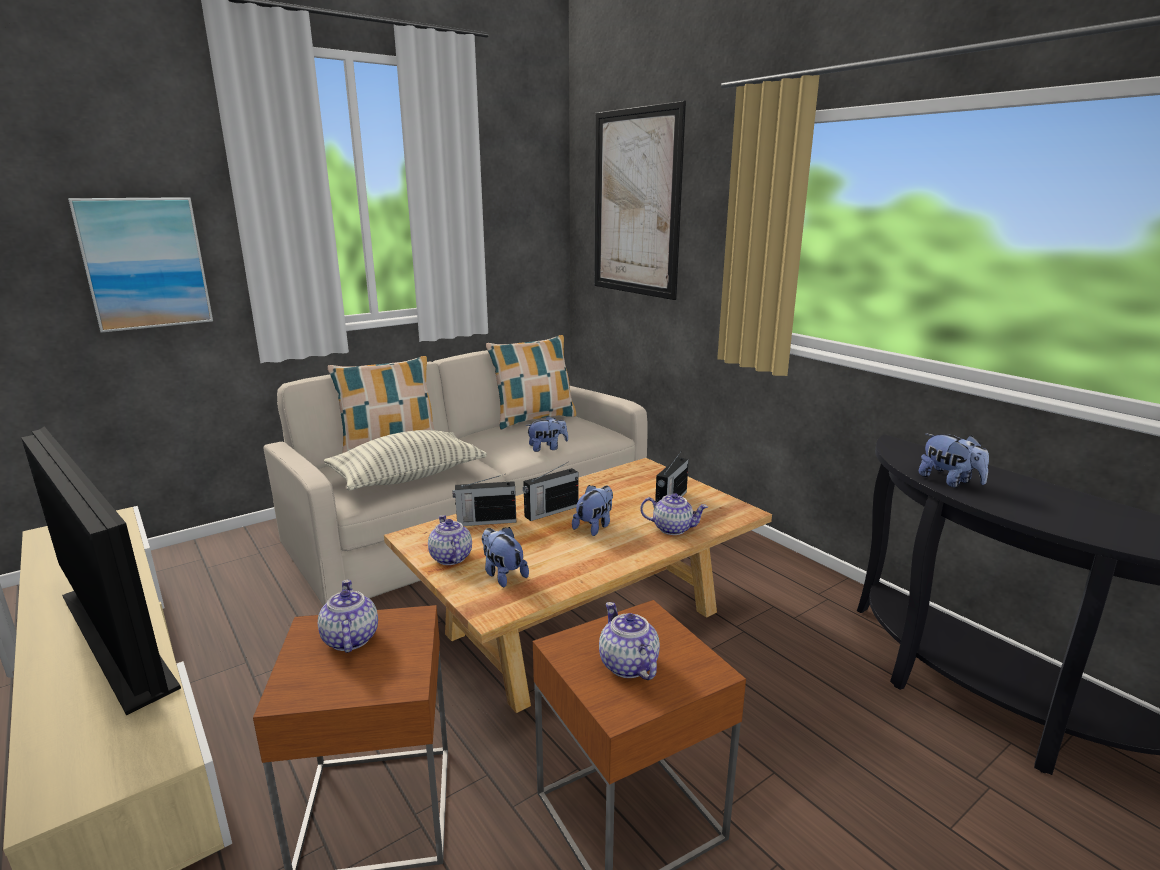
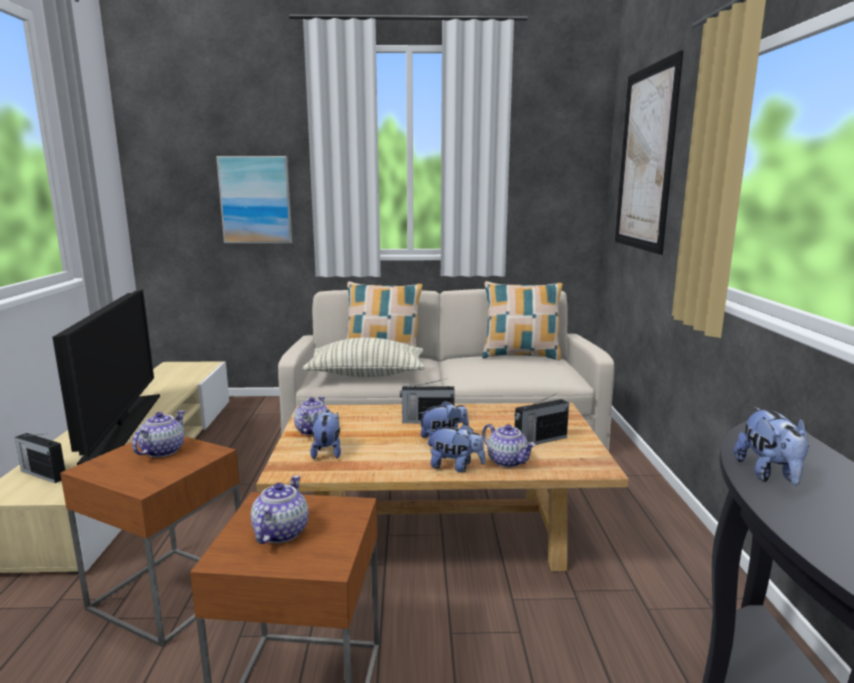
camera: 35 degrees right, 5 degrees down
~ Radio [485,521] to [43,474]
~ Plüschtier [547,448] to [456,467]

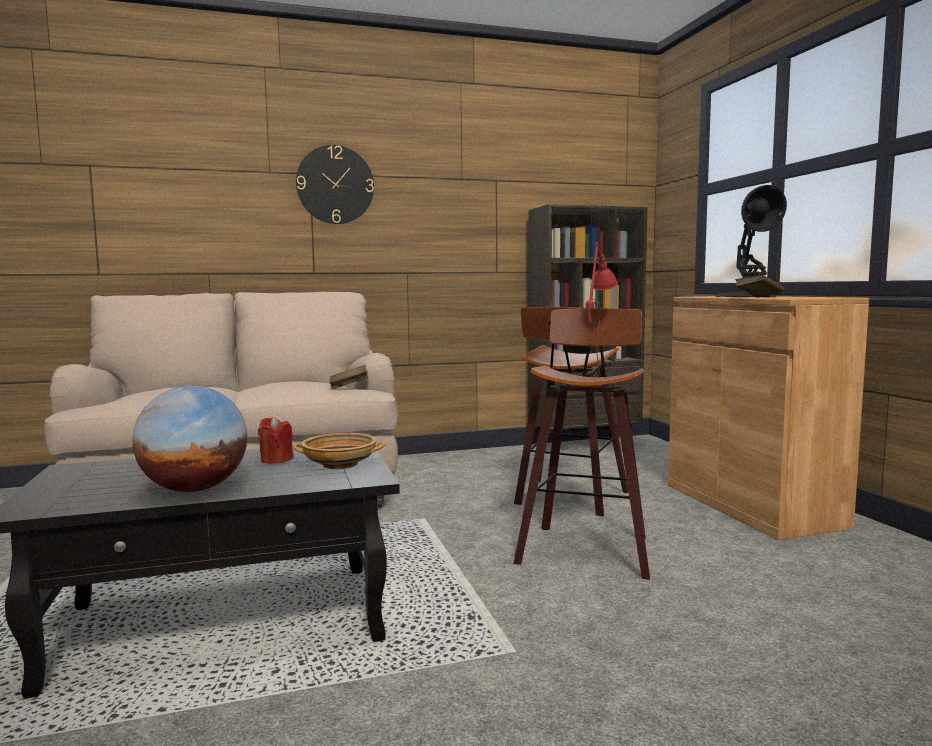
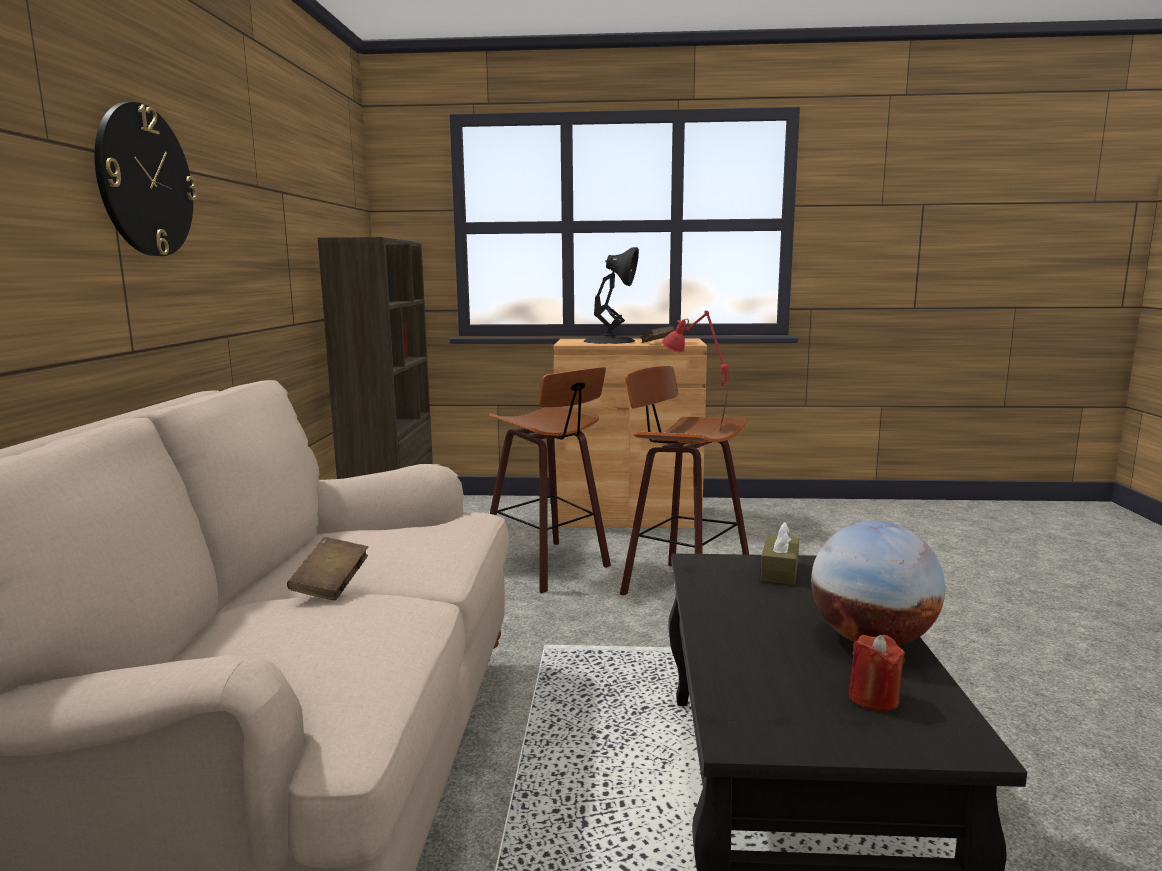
camera: 70 degrees left, 5 degrees up
~ Kerze/rot [276,459] to [873,698]
~ Buch/braun [349,387] to [331,586]
~ Schüssel/beige [340,464] to Taschentuchbox/braun [779,571]

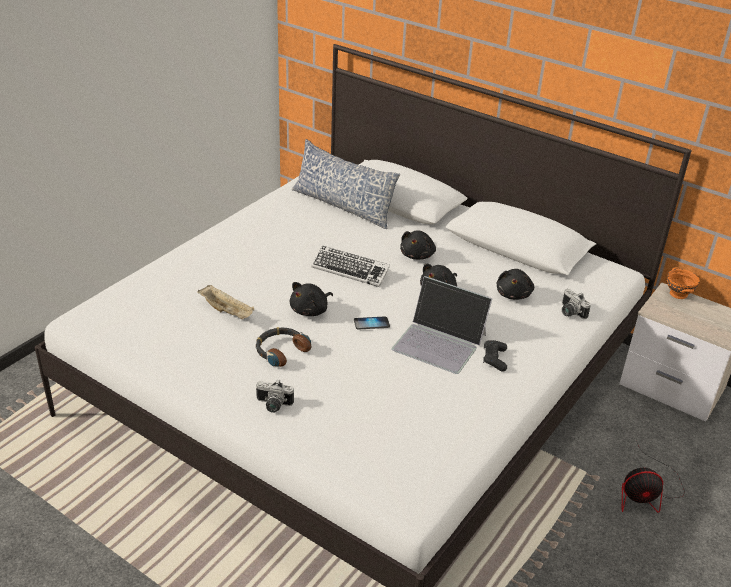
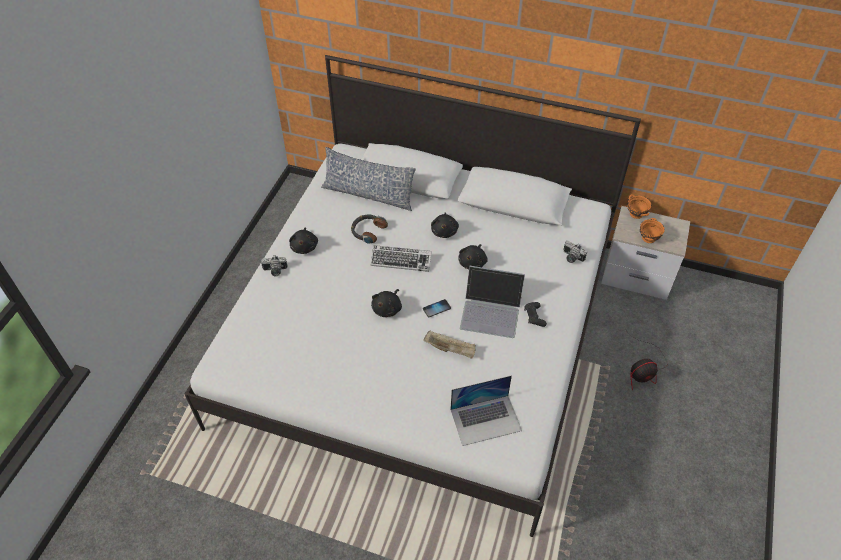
camera: 15 degrees left, 15 degrees up
+ Laptop [486,420]
+ Schüssel/orange [648,238]
~ Tablett/beige [227,311] to [450,349]
~ Kopfhörer [281,350] to [368,231]
~ Kamera [273,405] to [275,271]
~ Plüschtier/schwarz [513,294] to [304,246]

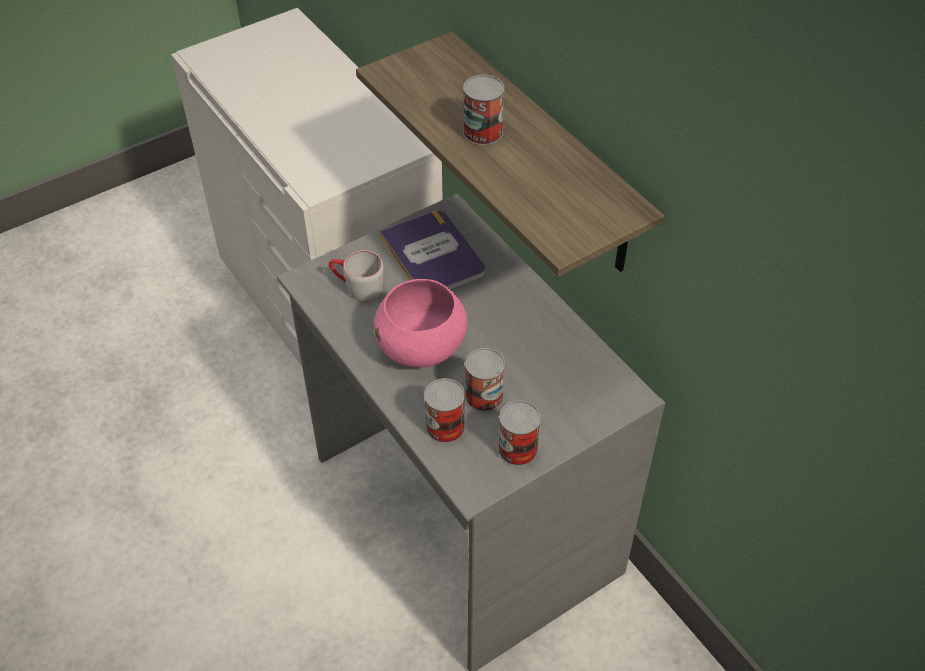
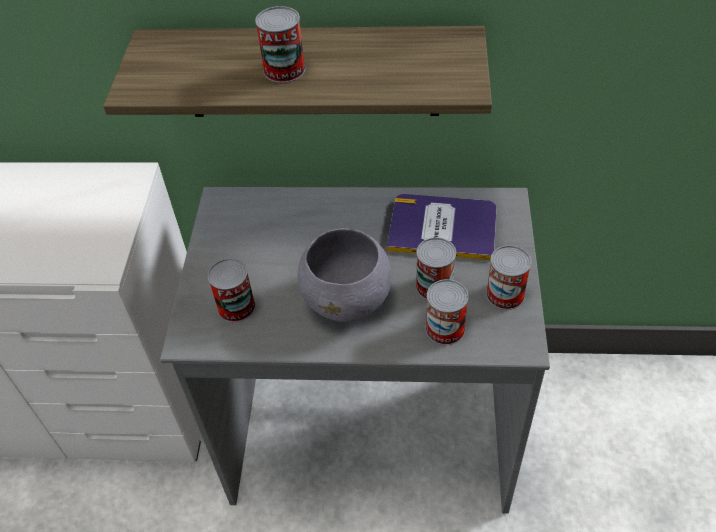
camera: 50 degrees left, 0 degrees up
~ Buch [433,255] to [442,228]
~ Henkelbecher/grau [357,287] to Dose [236,307]
~ Schüssel/rosa [422,348] to Schüssel/grau [348,298]

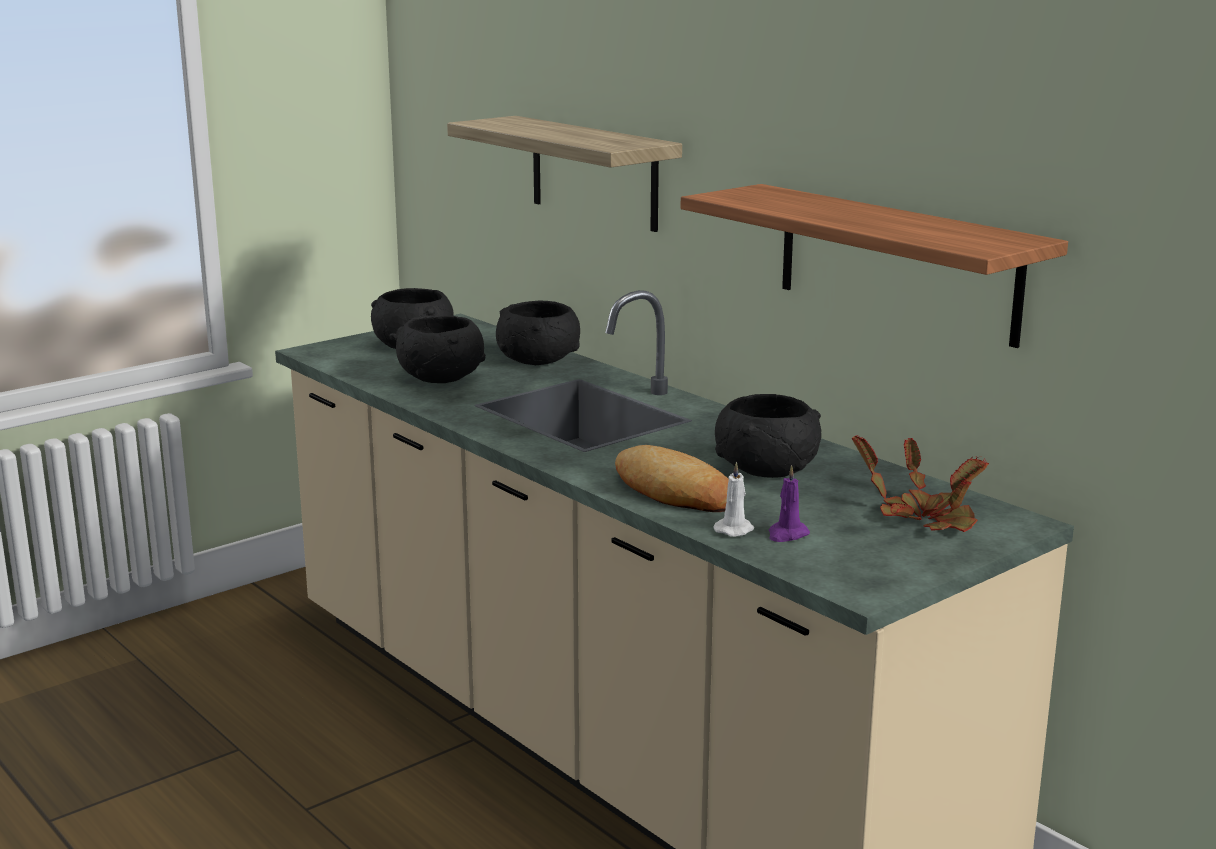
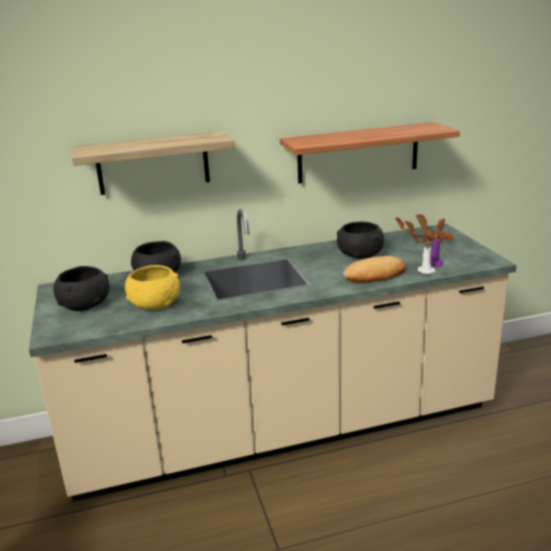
camera: 65 degrees left, 5 degrees up
~ Schüssel/schwarz [441,376] to Schüssel/gelb [155,303]

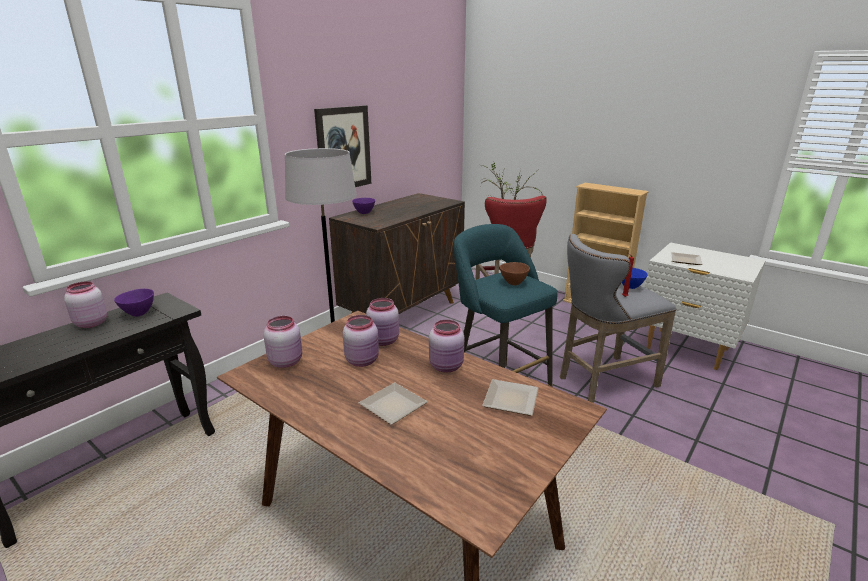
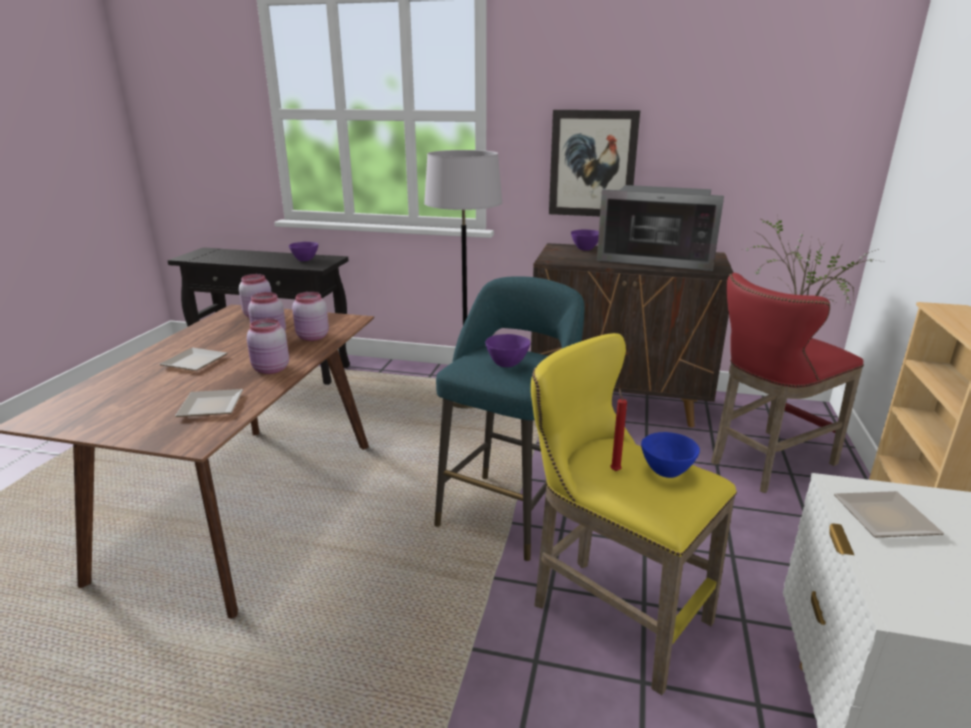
camera: 65 degrees right, 0 degrees up
- Vorratsglas/rosa [90,323]
+ Mikrowelle [656,258]
~ Schüssel/braun [513,283] to Schüssel/lila [507,364]
~ Hocker/grau [602,381] to Hocker/gelb [611,611]

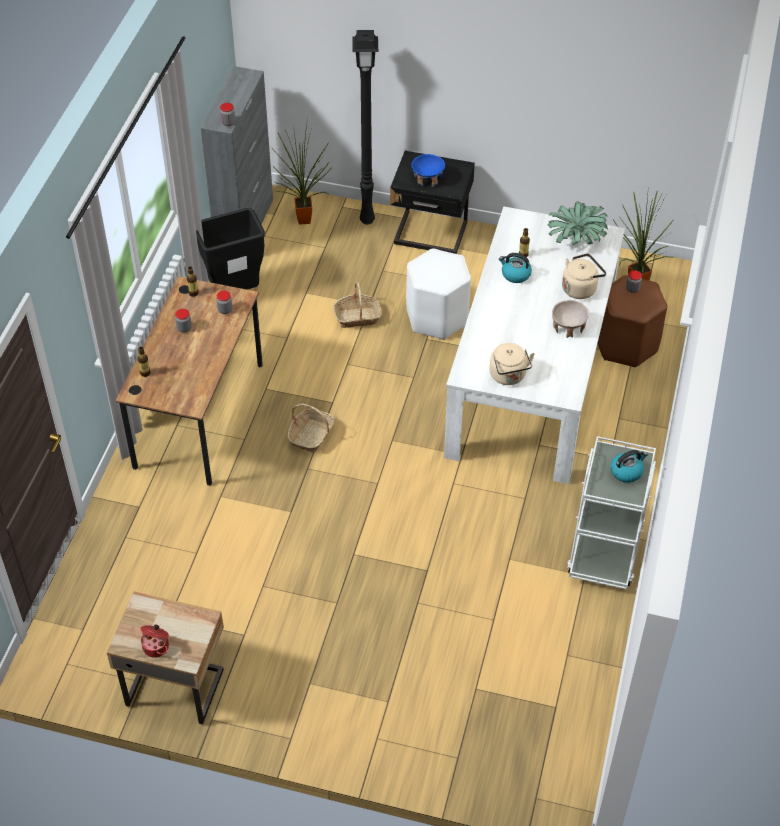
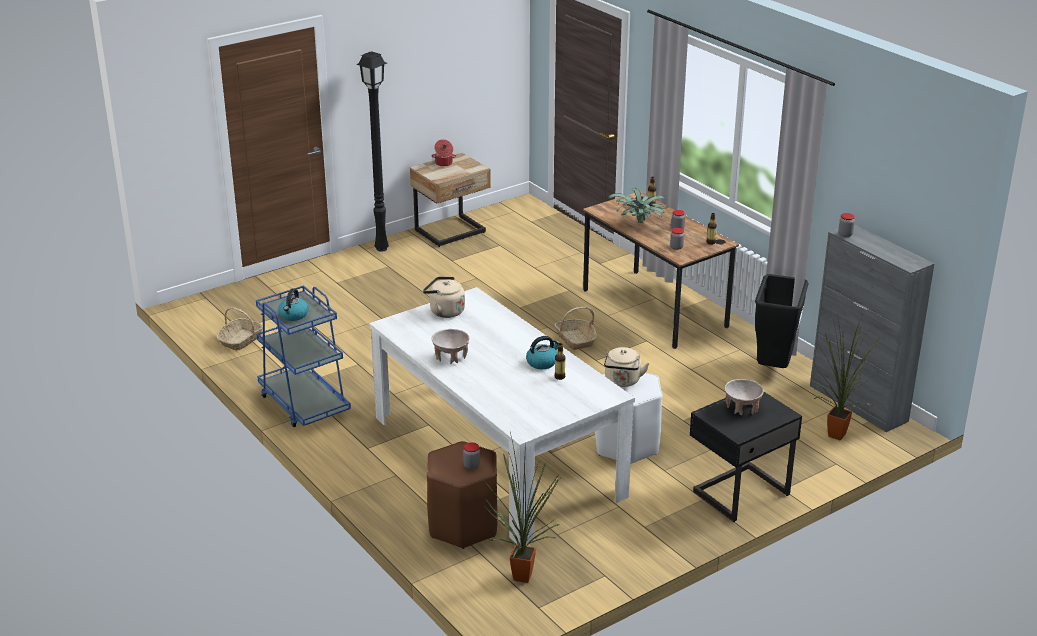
camera: 130 degrees right, 20 degrees down
~ Korb [357,317] to [240,340]
~ Stehlampe/schwarz [368,221] to [380,249]
~ Topfpflanze [575,241] to [640,224]
~ Wasserkessel/beige [580,288] to [622,381]
~ Schüssel/blau [427,179] to Schüssel/beige [742,408]
~ Rollwagen/weiß [605,547] to Rollwagen/blau [304,404]

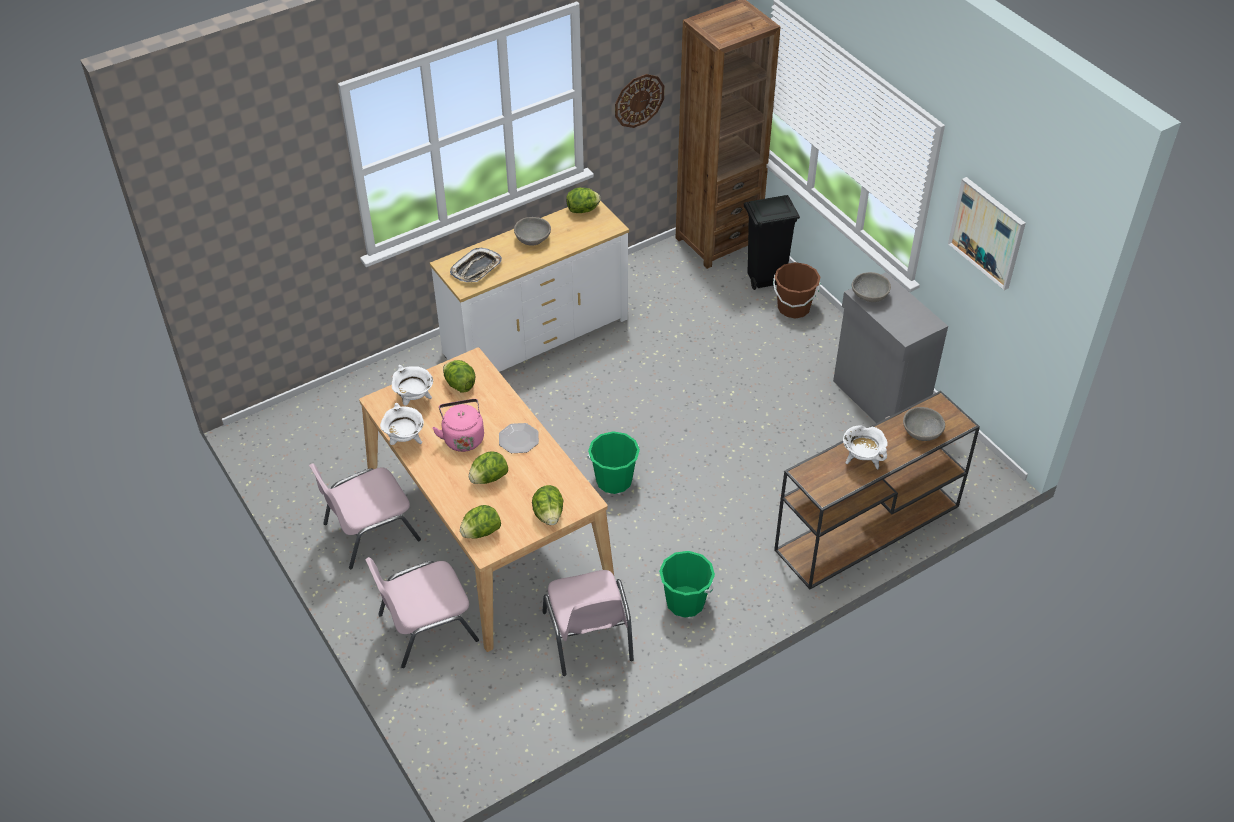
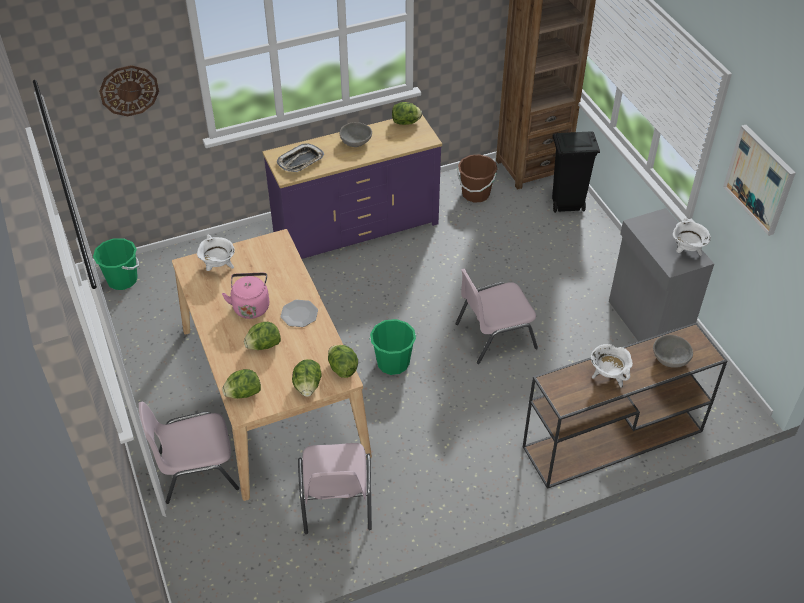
camera: 10 degrees right, 0 degrees up
- Schüssel/grau [869,296]
~ Stuhl/rosa [369,531] to [494,335]
~ Kochtopf/weiß [405,440] to [686,251]
~ Salatkopf [459,385] to [342,368]
~ Wanduhr [639,100] to [129,90]
~ Eimer/grün [685,602] to [122,280]
~ Eimer/braun [793,308] to [475,194]
~ Kommode/weiß [535,336] to Kommode/lila [356,228]

